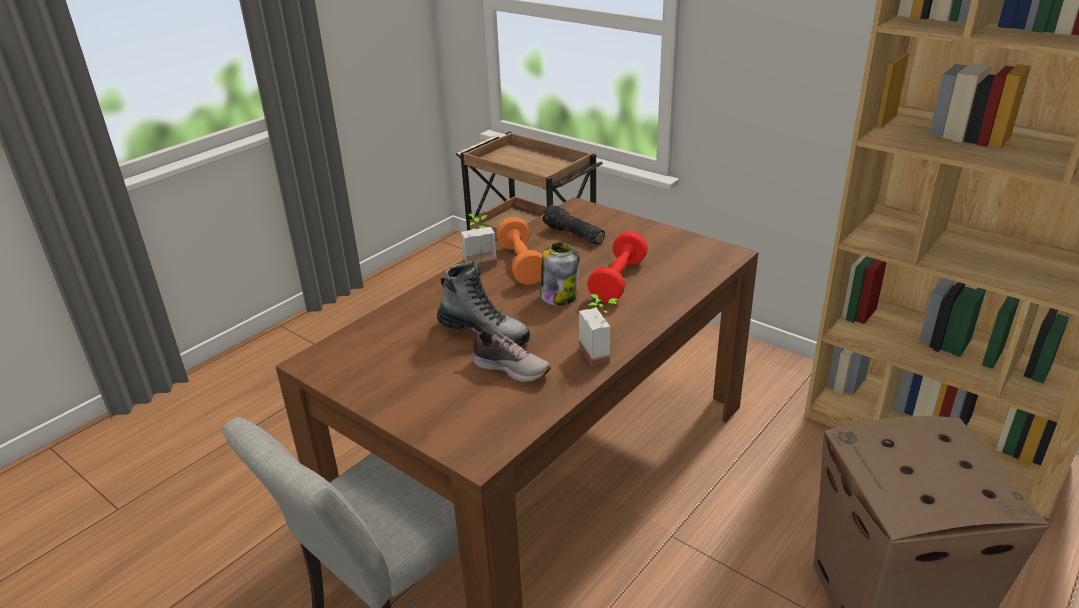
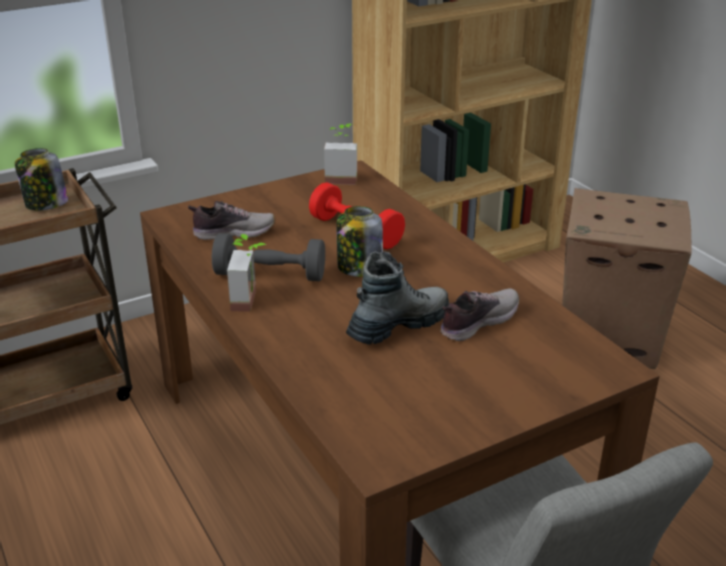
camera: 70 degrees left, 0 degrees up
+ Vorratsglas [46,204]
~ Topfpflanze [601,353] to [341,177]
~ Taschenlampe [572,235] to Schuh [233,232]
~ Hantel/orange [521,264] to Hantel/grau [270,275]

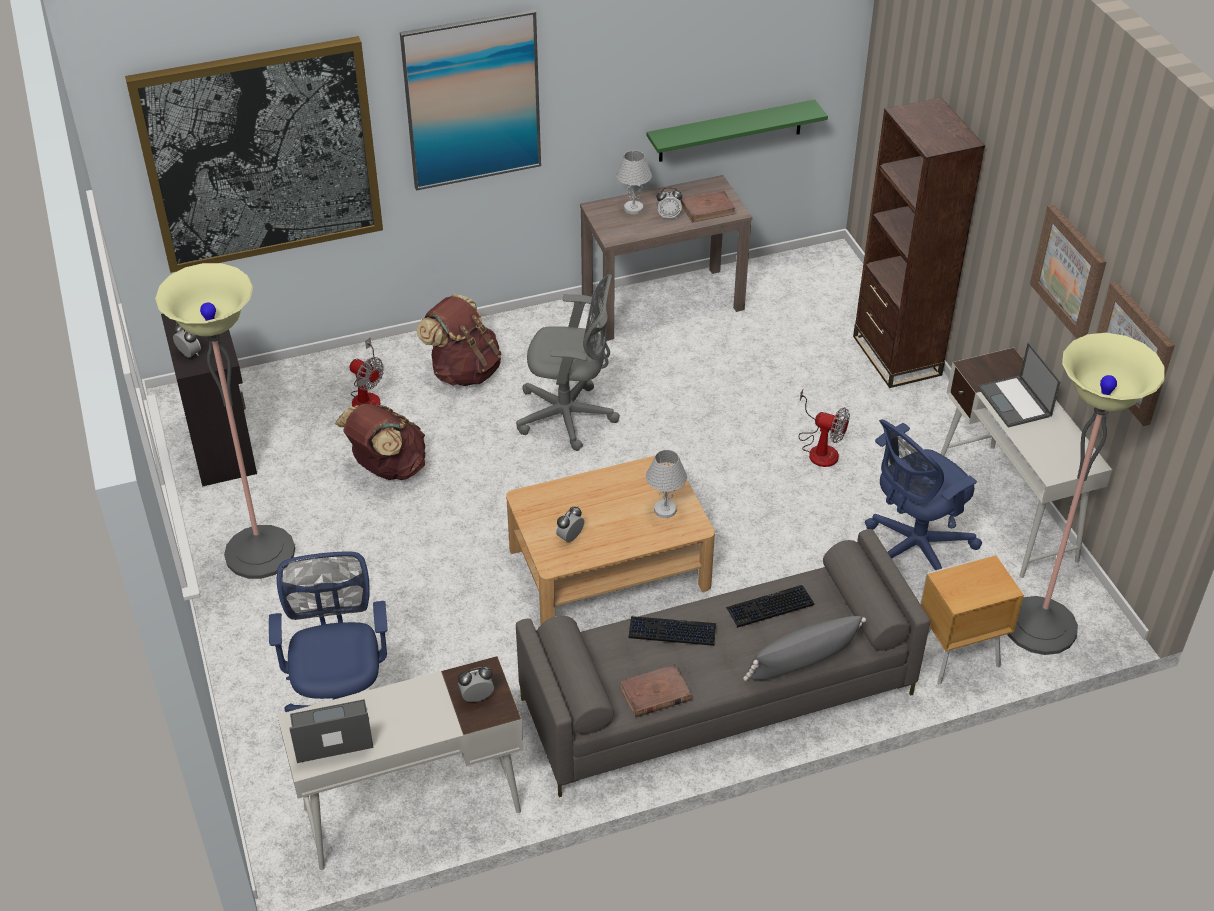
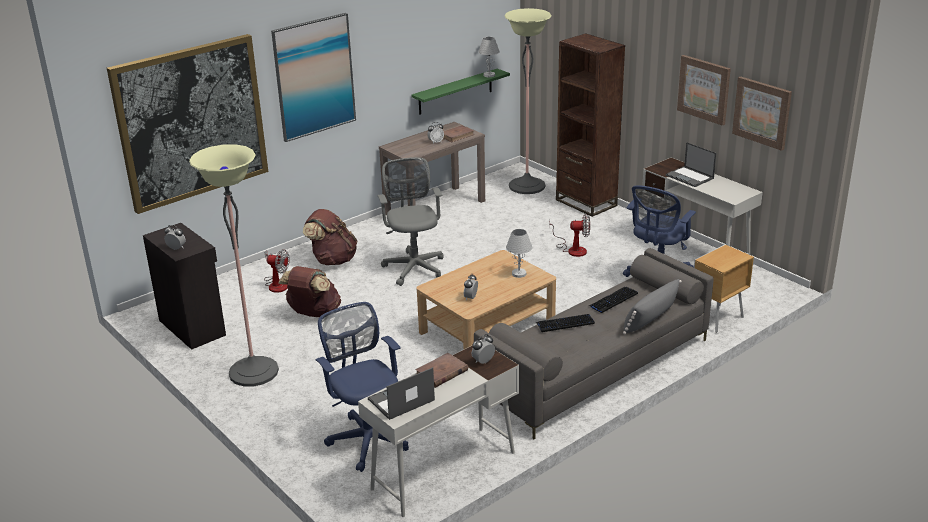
camera: 20 degrees left, 15 degrees down
~ Tischlampe/weiß [633,209] to [489,75]
~ Buch/braun [655,694] to [441,373]
~ Stehlampe [1040,626] to [527,186]
~ Bürostuhl/grau [570,417] = [414,266] 90 degrees counterclockwise

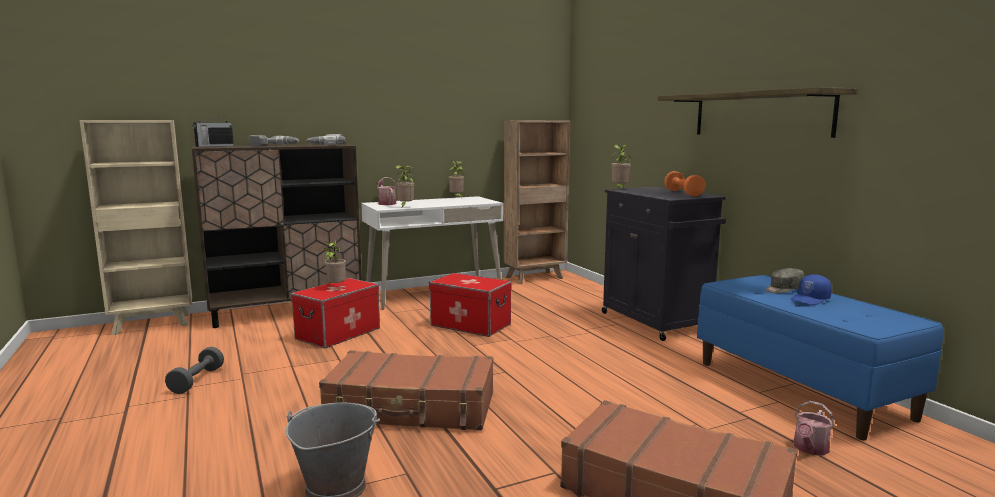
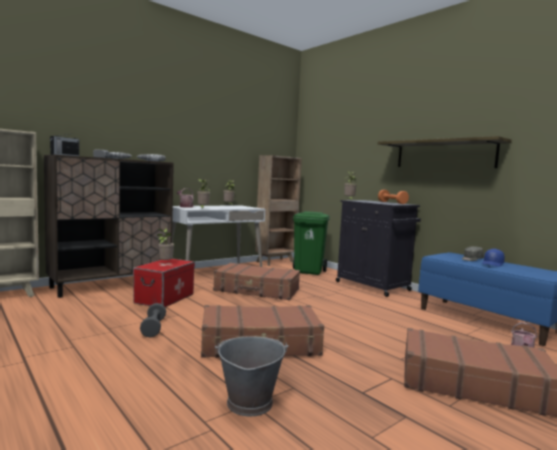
camera: 15 degrees left, 5 degrees down
+ Mülleimer/grün [309,271]
~ Hantel/grau [197,380] to [153,328]
~ Aufbewahrungsbox [471,324] to Koffer/braun [257,290]

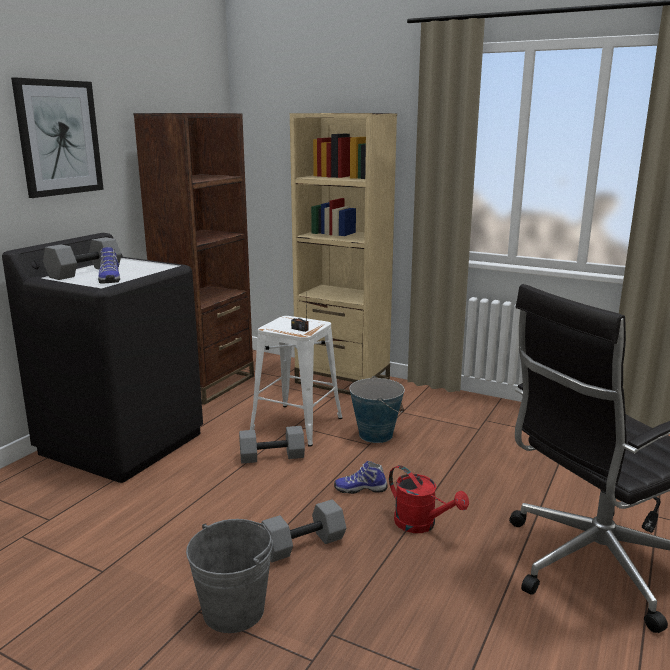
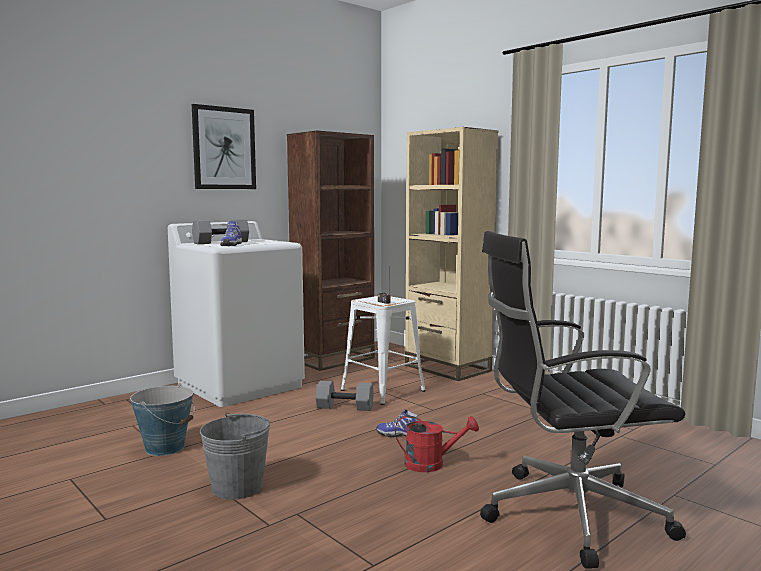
camera: 20 degrees right, 10 degrees down
- Hantel/grau [303,544]
~ Eimer [375,434] to [165,448]
~ Waschmaschine/schwarz [122,442] to Waschmaschine/weiß [240,385]
~ Gießkanne/rot [421,524] = [431,464] 60 degrees counterclockwise

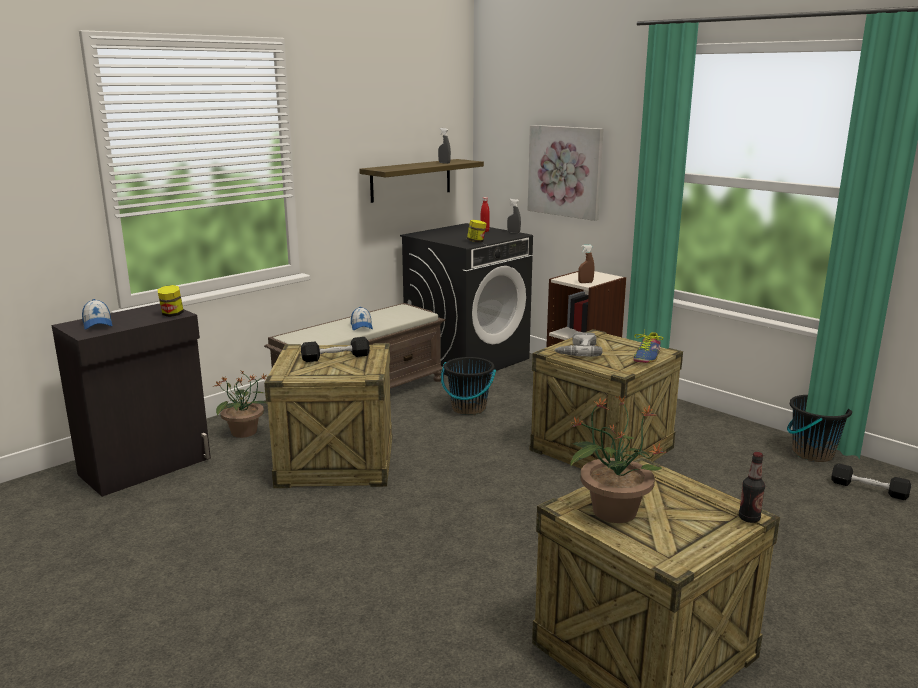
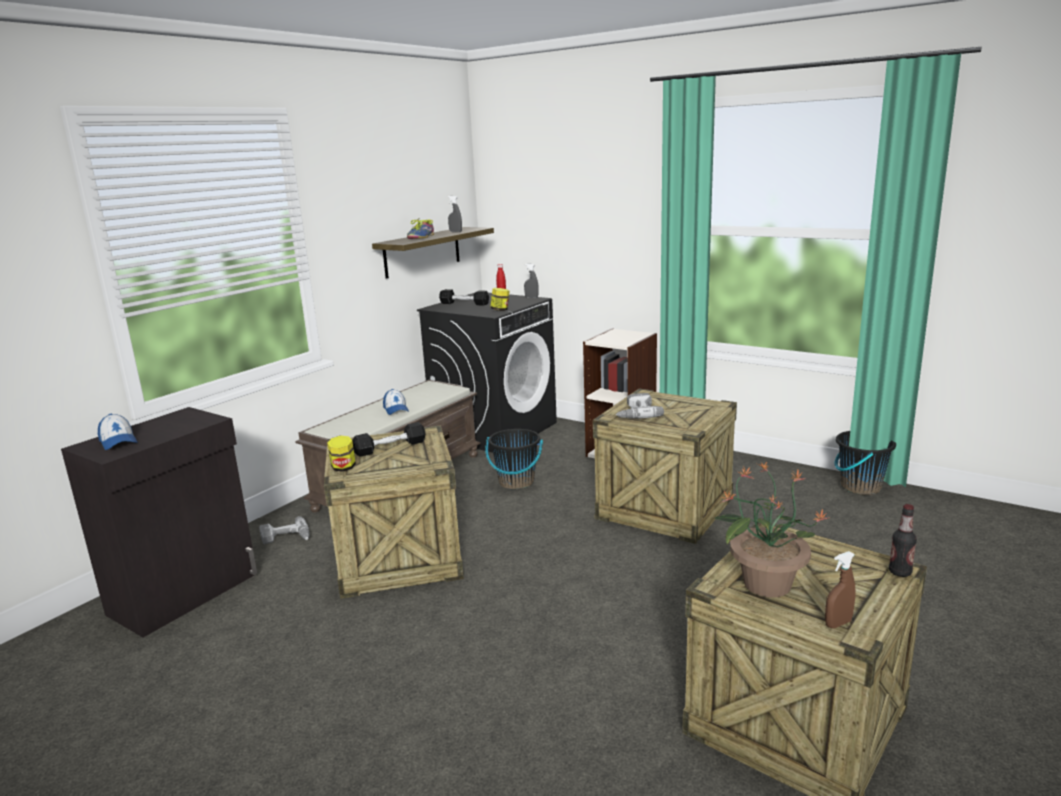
camera: 10 degrees left, 0 degrees up
- Bild [565,171]
~ Vorratsglas [172,314] to [343,468]
~ Sprühflasche/braun [585,282] to [838,623]
~ Schuh [647,357] to [421,237]
~ Hantel/schwarz [869,489] to [464,303]
~ Topfpflanze [245,432] to Bohrmaschine [286,538]

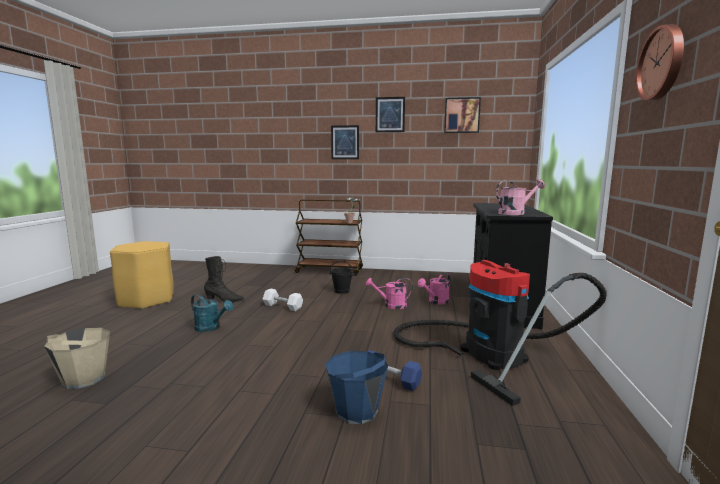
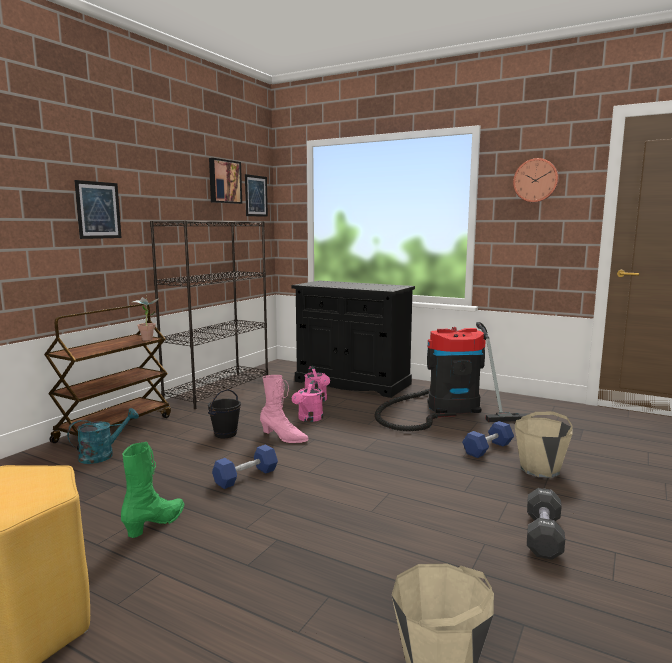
camera: 70 degrees left, 0 degrees up
- Gießkanne/rosa [515,213]
+ Bücherregal/schwarz [218,389]
+ Stiefel/rosa [283,437]
+ Hantel/schwarz [543,536]
~ Gießkanne/türkis [211,328] to [102,455]
~ Bild [390,114] to [256,196]
~ Stiefel/schwarz [224,300] to Stiefel/grün [156,524]
~ Hantel/weiß [283,306] to Hantel/blau [246,477]
~ Eimer/blau [356,411] to Eimer/beige [540,469]

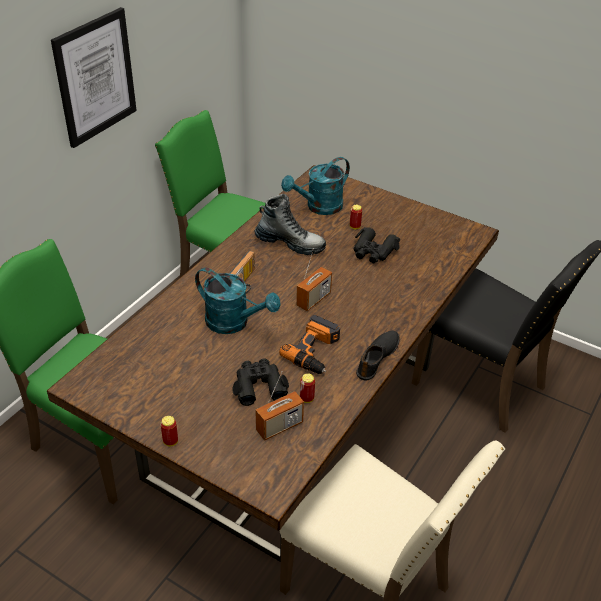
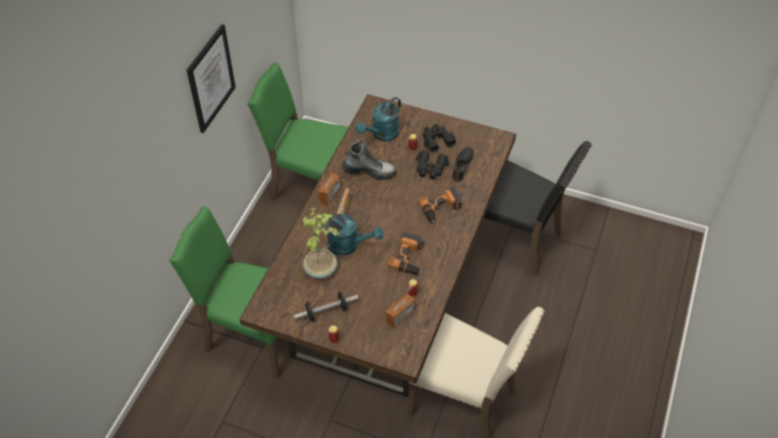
camera: 10 degrees left, 10 degrees up
+ Hantel [326,312]
+ Topfpflanze [321,269]
+ Bohrmaschine [441,209]
~ Fernglas/schwarz [259,386] to [436,140]
~ Radio [313,299] to [329,195]
~ Schuh/schwarz [378,358] to [462,166]

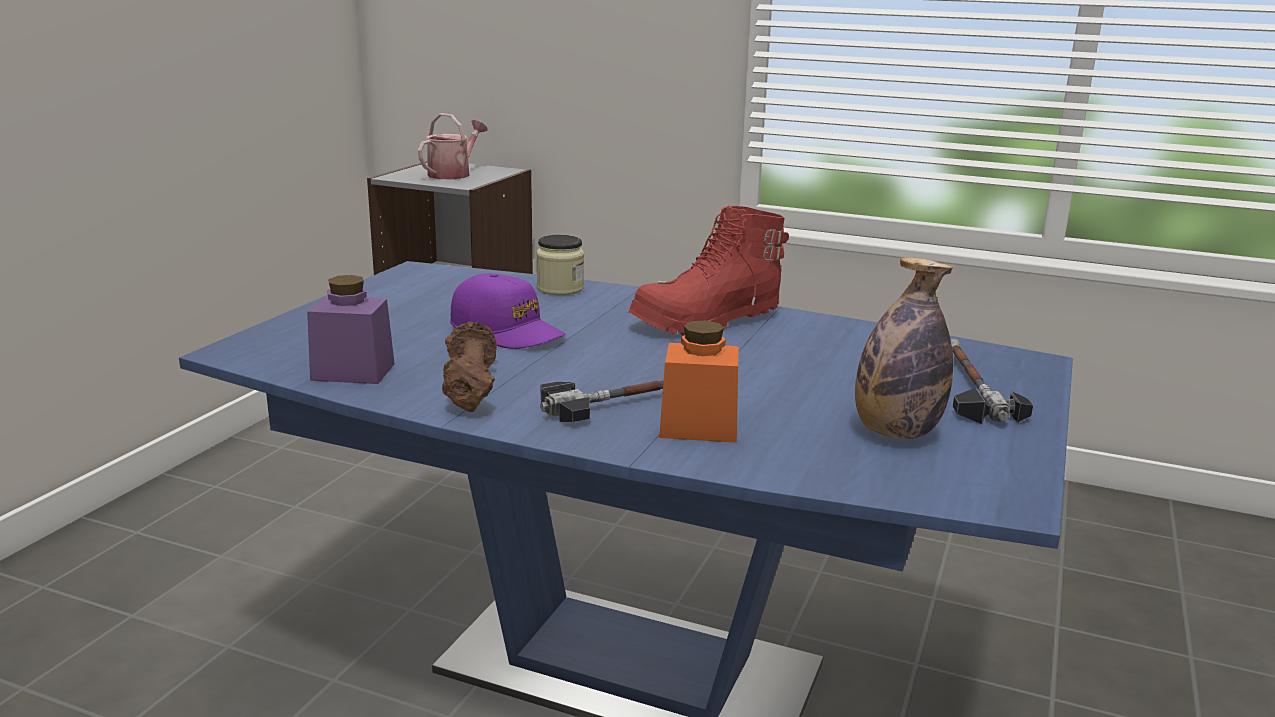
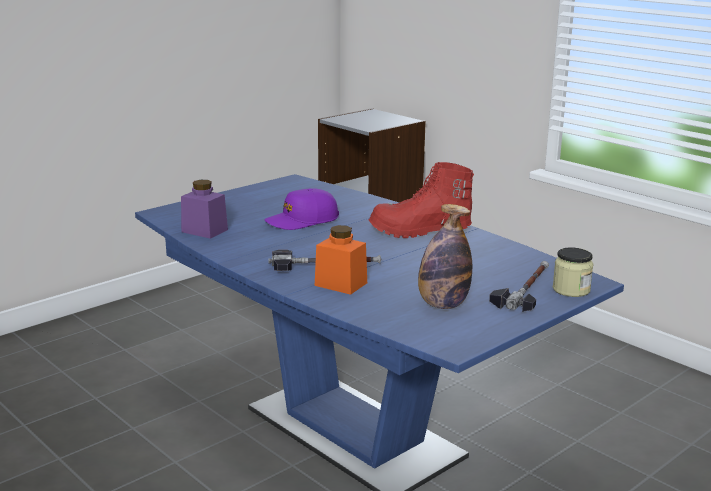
camera: 25 degrees right, 0 degrees up
- Gießkanne [453,174]
- Hantel/braun [469,387]
~ Vorratsglas [560,288] to [571,290]
~ Kappe/lila [506,331] = [302,221] 90 degrees clockwise

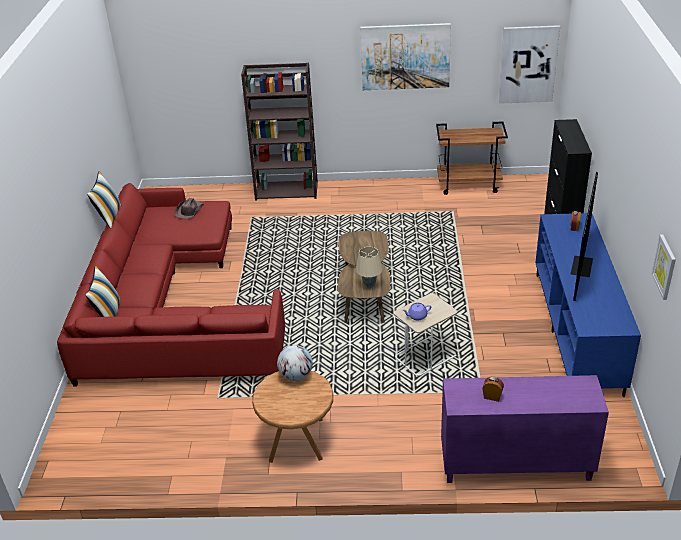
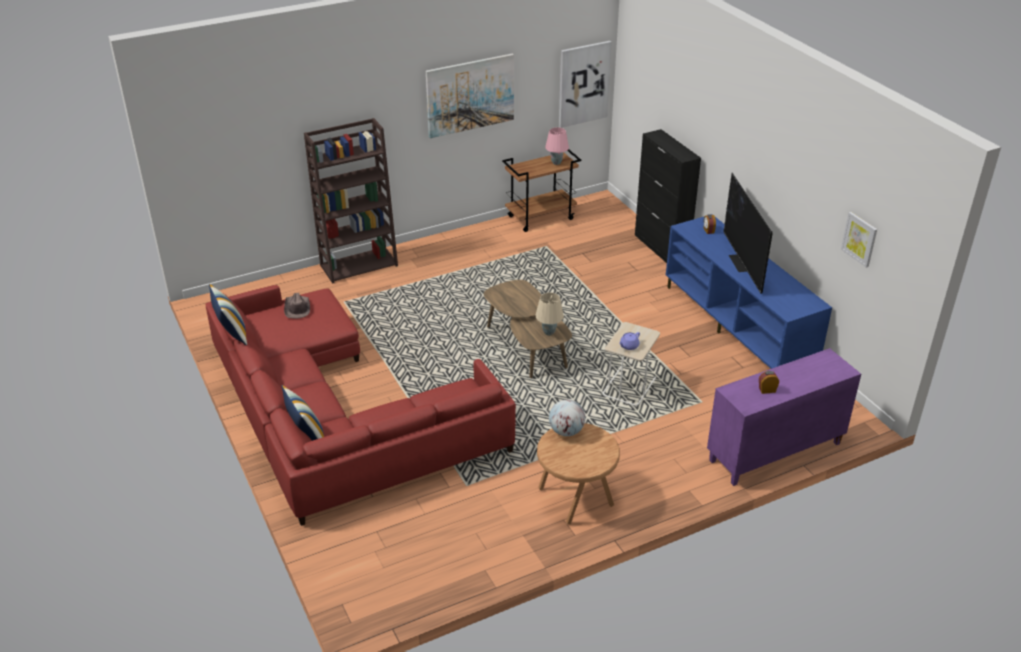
camera: 30 degrees left, 0 degrees up
+ Tischlampe/rosa [556,163]

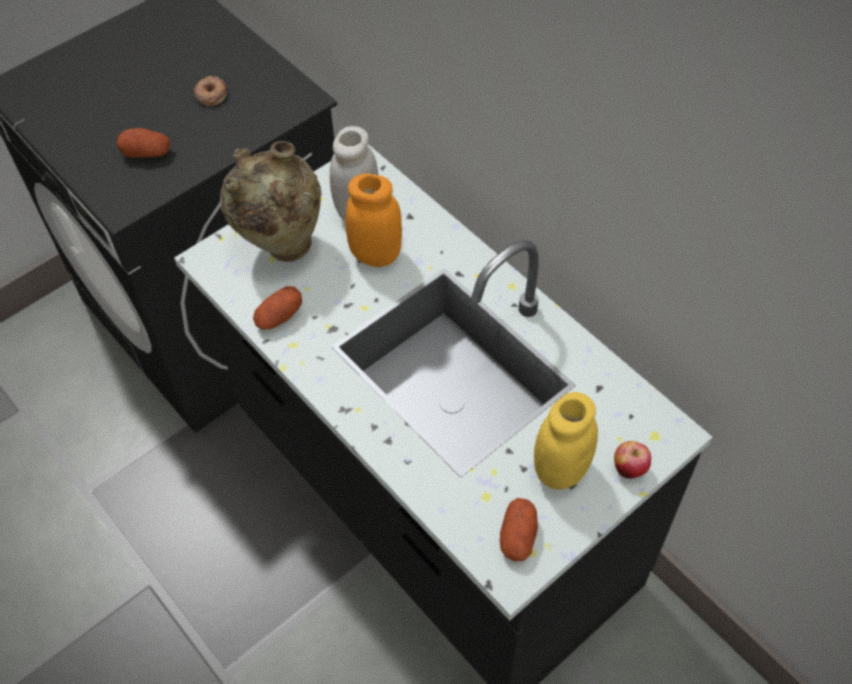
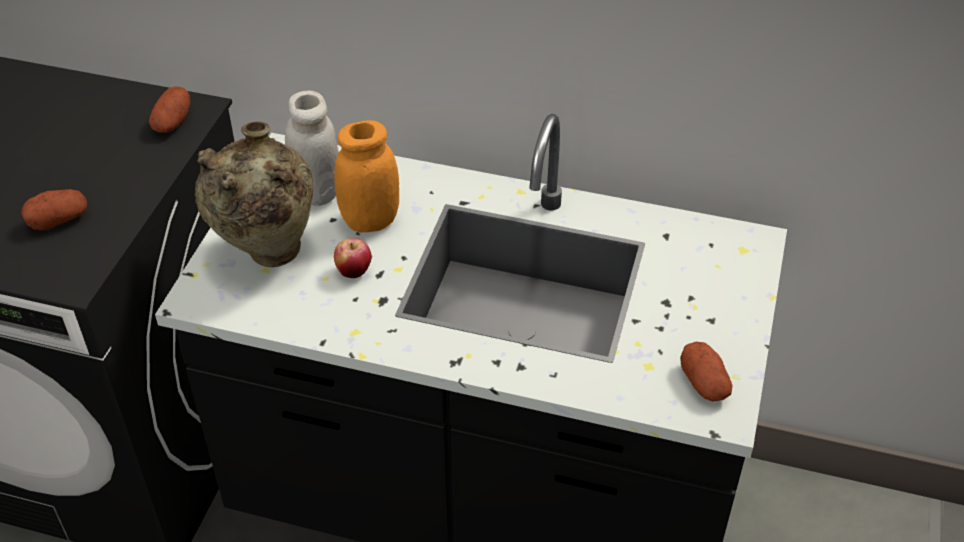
camera: 35 degrees left, 10 degrees down
- Donut [211,94]
- Vorratsglas/gelb [560,470]
~ Kartoffel [279,316] to [173,122]
~ Apfel [629,469] to [354,271]

